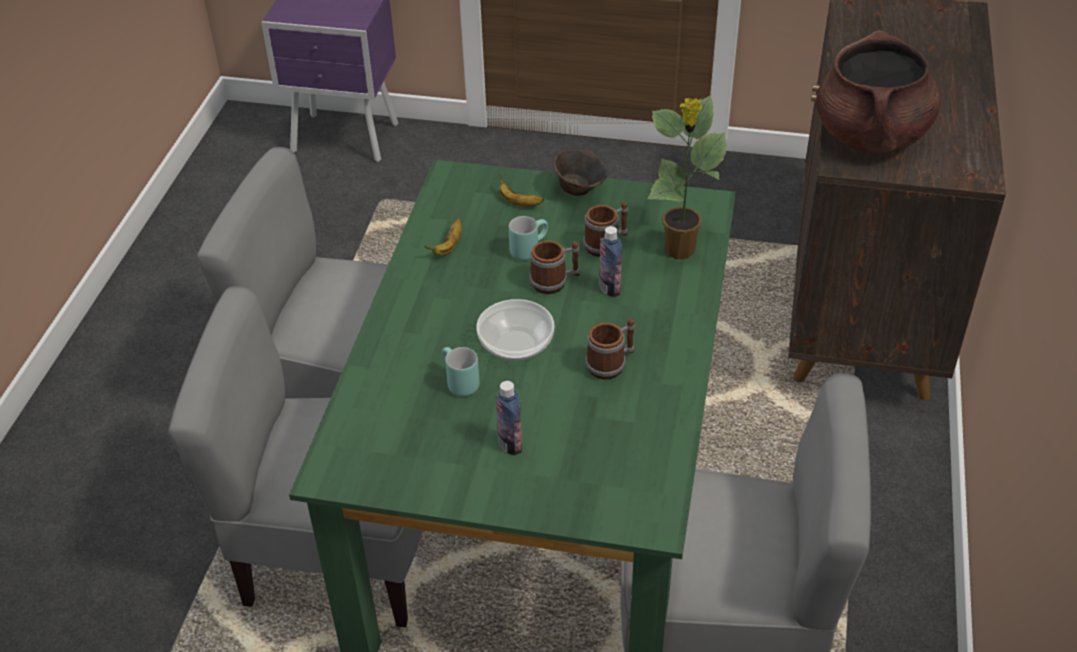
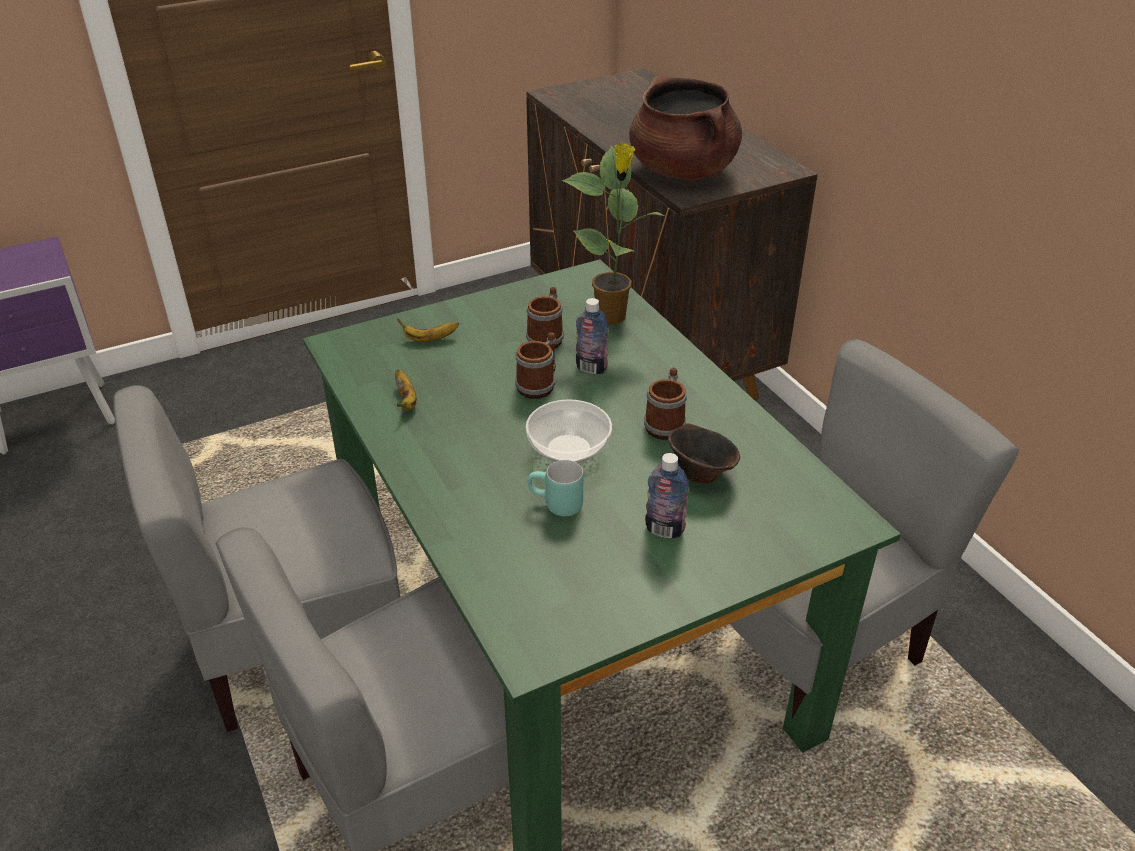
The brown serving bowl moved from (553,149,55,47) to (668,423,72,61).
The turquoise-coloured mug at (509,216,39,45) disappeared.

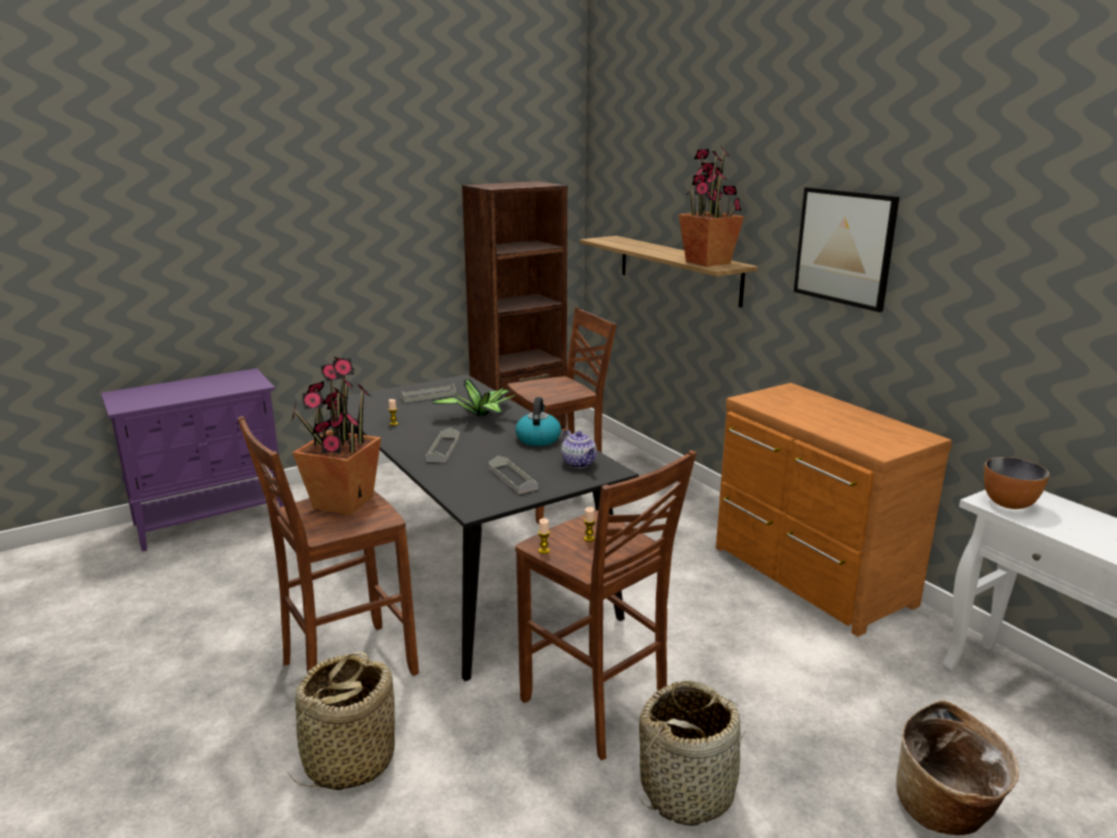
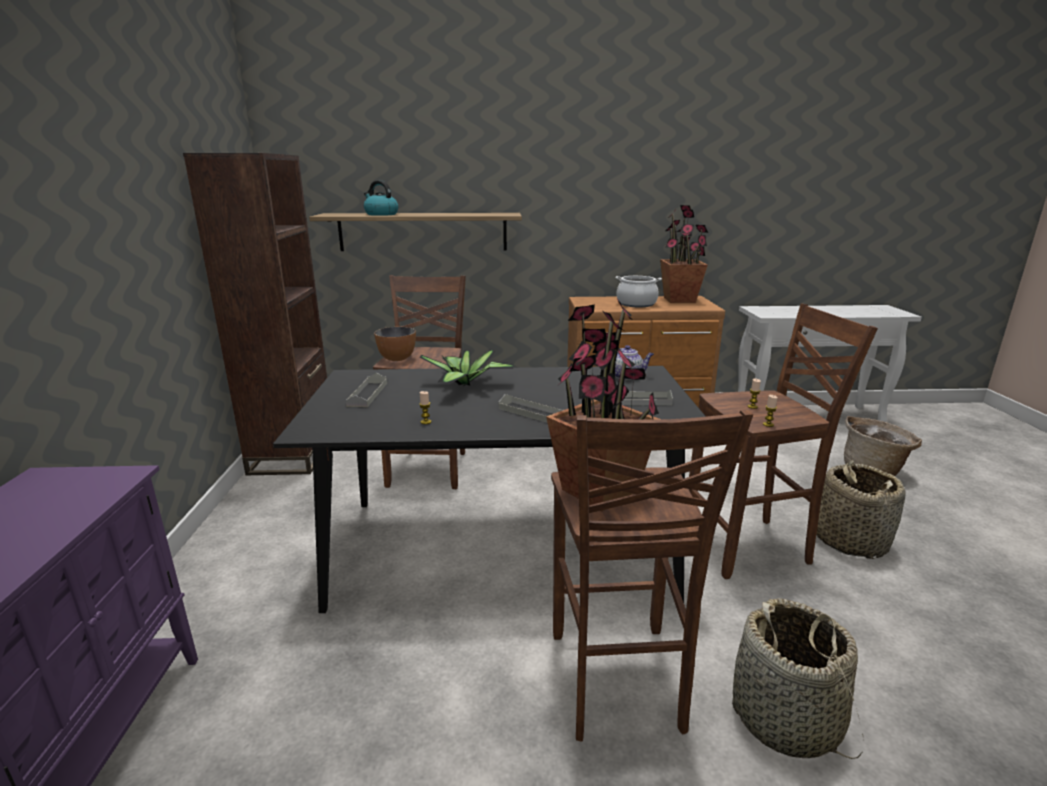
The potted plant moved from (679,146,65,121) to (660,205,48,98).
The wall picture at (794,187,105,125) disappeared.
The tea kettle moved from (515,397,46,49) to (364,180,34,36).
The serving bowl moved from (984,457,65,52) to (374,327,42,34).
The saucepot at (615,276,47,31) appeared.

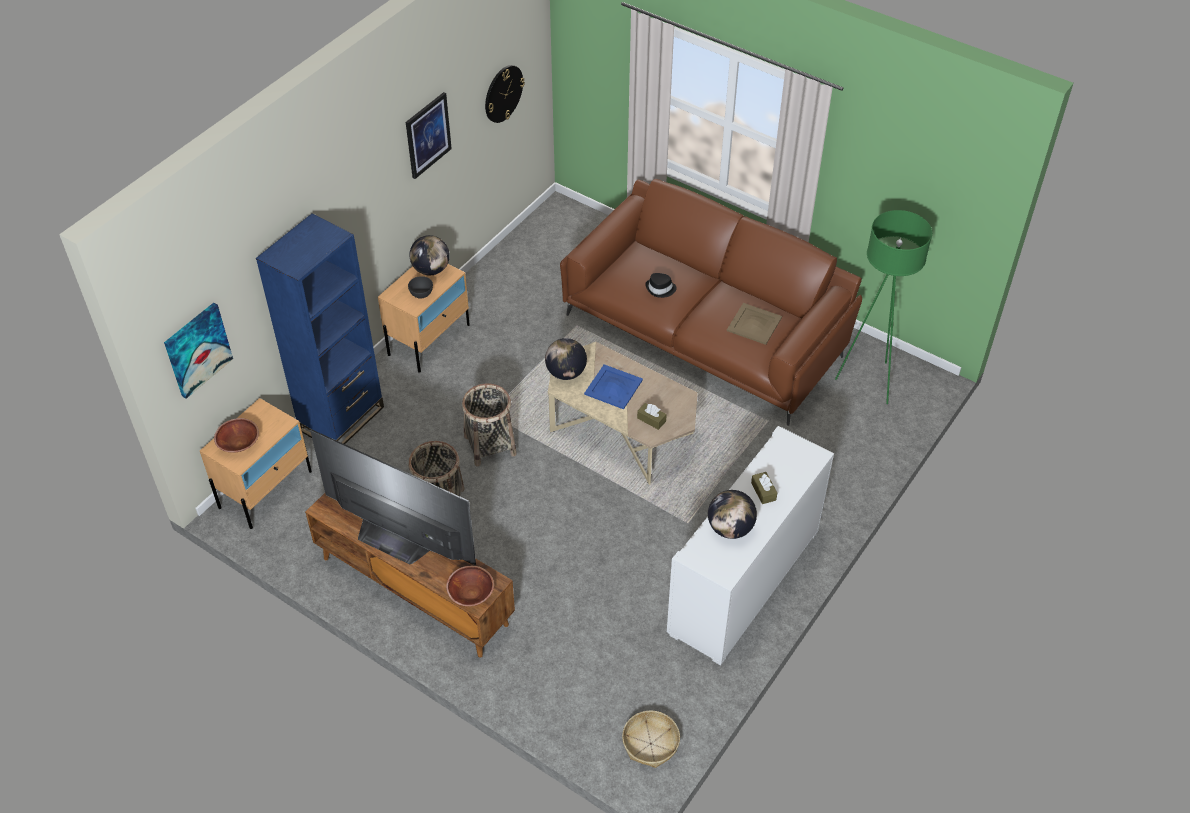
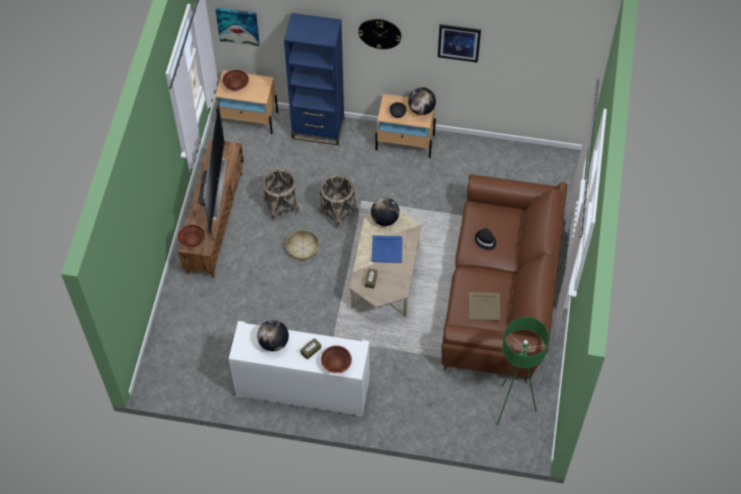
The wall clock moved from (485,65,40,58) to (358,19,43,31).
The household basket moved from (622,711,58,57) to (286,230,33,32).
The brown serving bowl at (321,345,31,29) appeared.

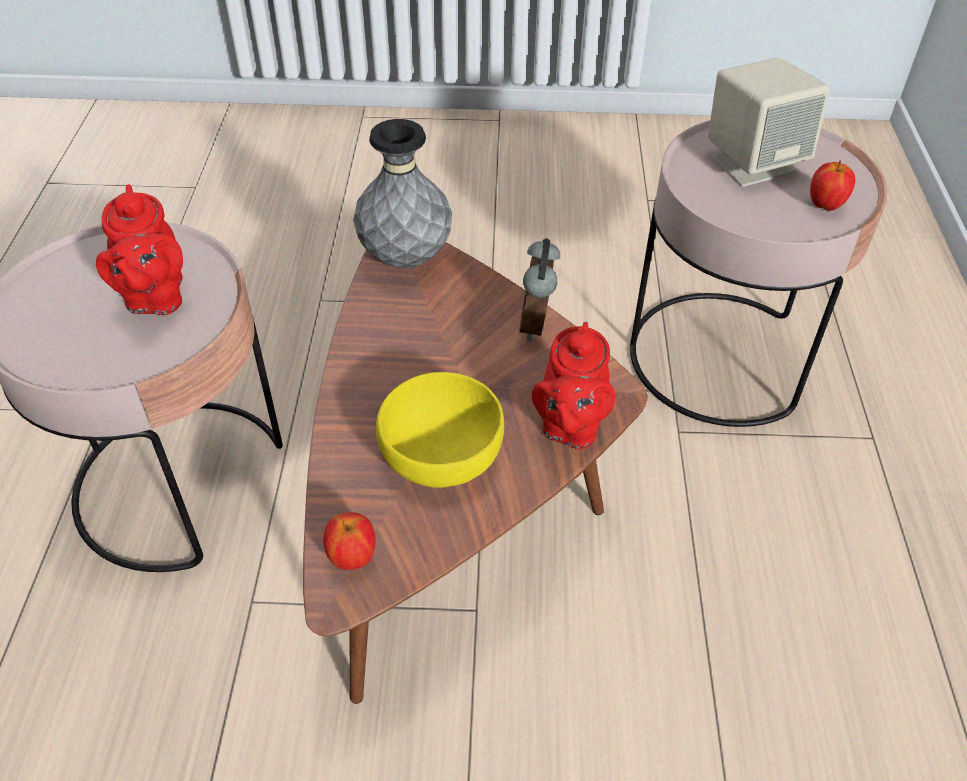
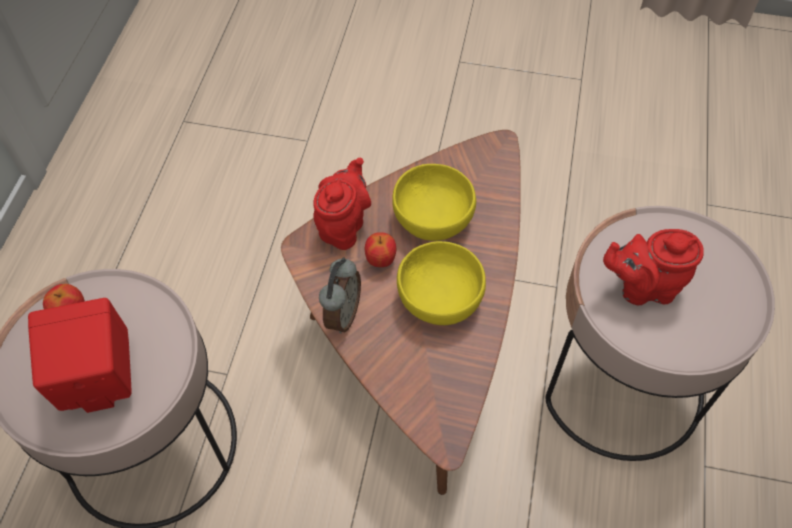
The beige-coloured audio speaker at (708,57,122,130) became the red audio speaker at (28,298,104,115).
The greyish vase at (353,119,99,149) disappeared.
The red teapot at (96,184,87,131) turned 90 degrees counterclockwise.
The apple moved from (323,512,53,58) to (365,232,31,35).
The yellowish serving bowl at (397,241,89,84) appeared.

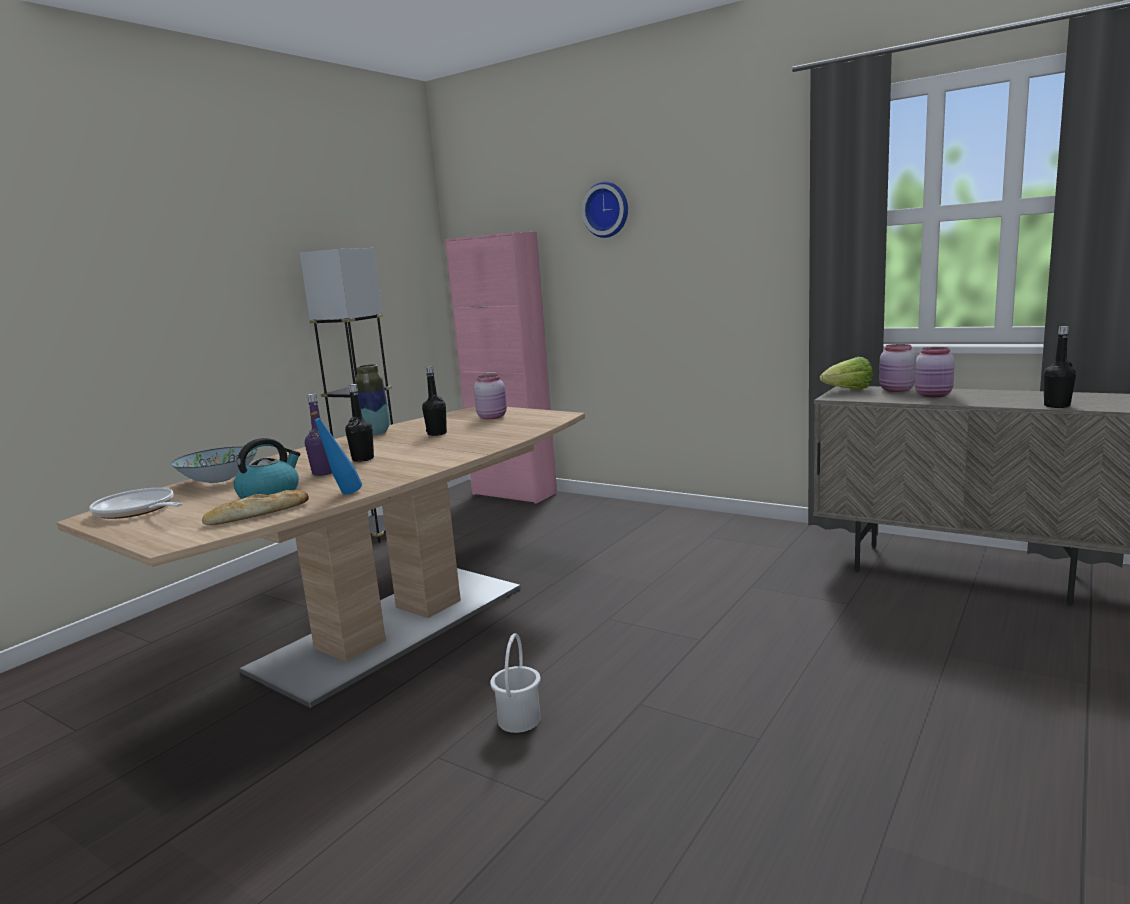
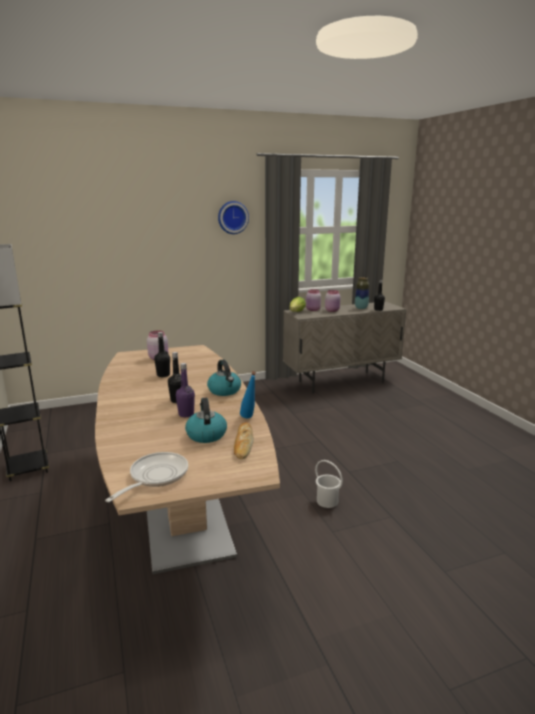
The wall clock moved from (582,182,46,56) to (218,201,31,33).
The pink storage cabinet at (445,232,112,272) disappeared.
The vase moved from (355,364,35,71) to (355,277,14,32).
The serving bowl at (171,446,86,37) disappeared.
The pan at (89,488,94,31) turned 135 degrees clockwise.
The tea kettle at (207,360,34,36) appeared.

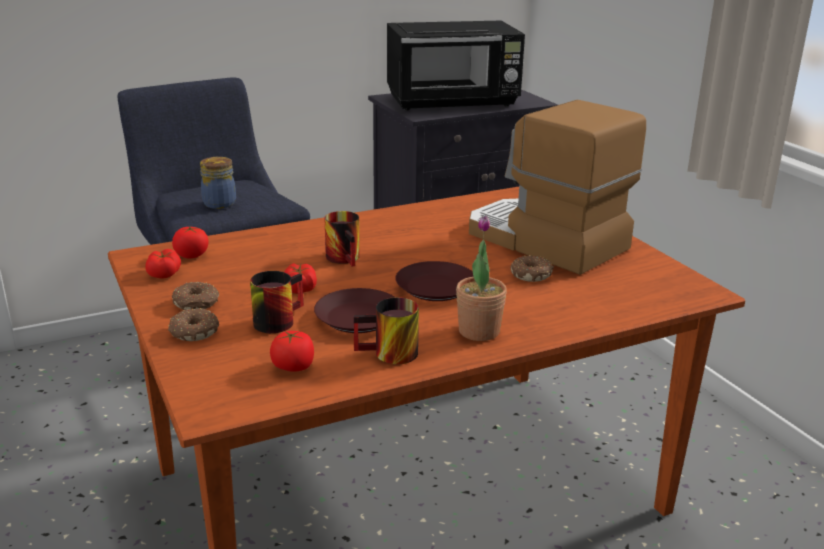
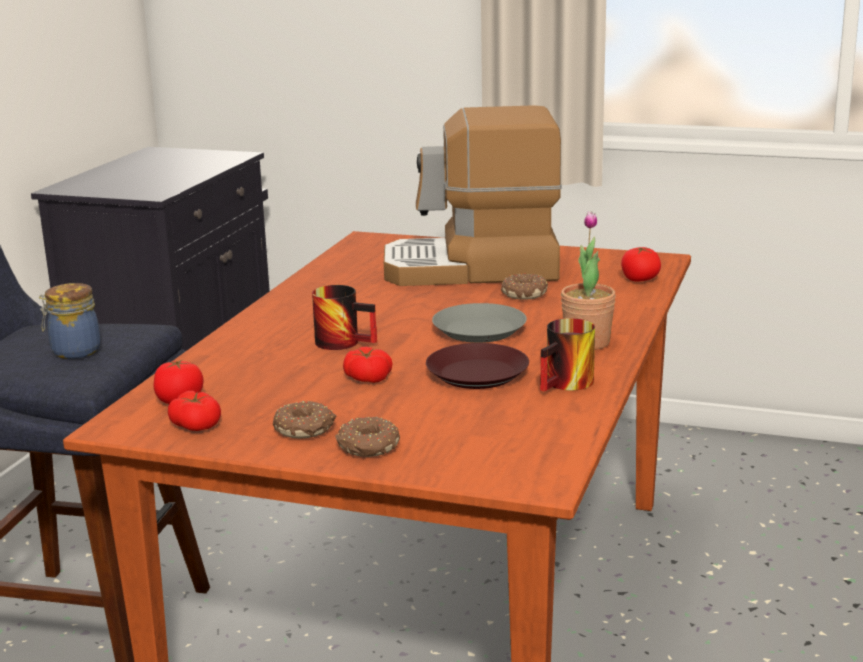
The blackish kitchen microwave at (387,21,138,89) disappeared.
The brown plate at (395,261,78,40) became the greyish plate at (432,303,95,40).
The mug at (250,271,54,62) disappeared.
The whole tomato moved from (270,331,44,41) to (621,247,40,35).

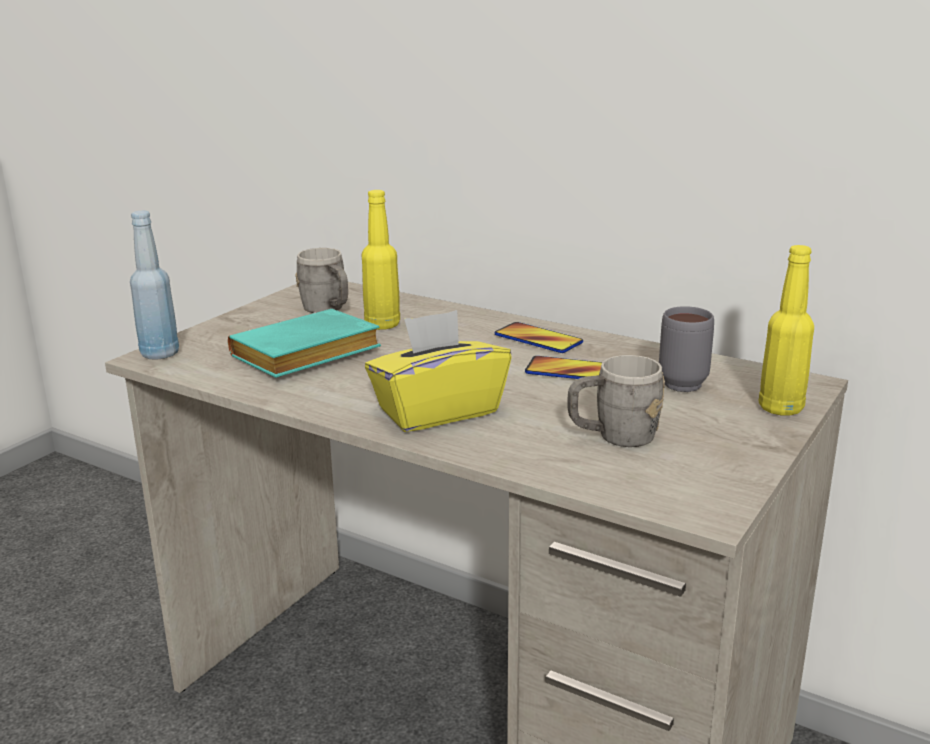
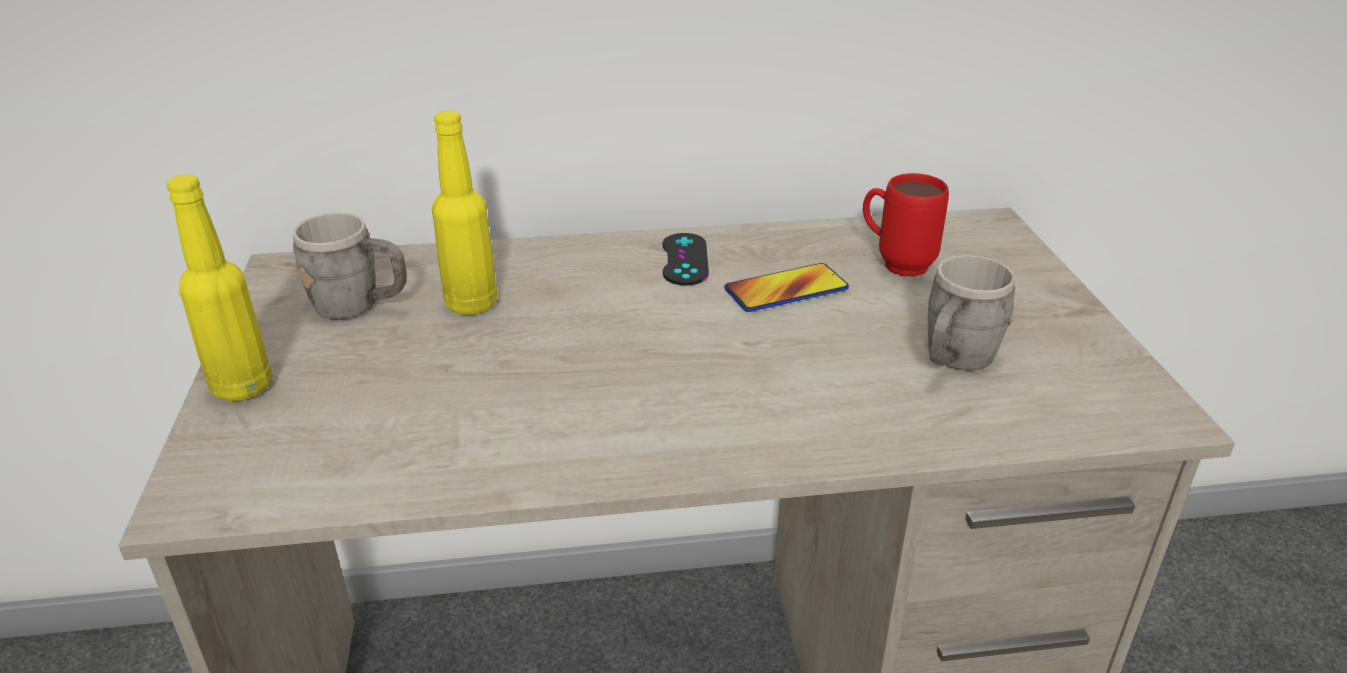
The blue drink bottle at (130,211,49,149) disappeared.
The yellowish drink bottle moved from (759,245,55,170) to (167,175,105,226).
The greyish mug at (659,306,55,86) became the red mug at (863,173,86,104).
The turquoise-coloured bound book at (228,309,153,69) disappeared.
The yellowish box of tissues at (365,310,147,122) disappeared.
The phone at (495,322,88,31) was replaced by the blackish joypad at (662,233,47,53).

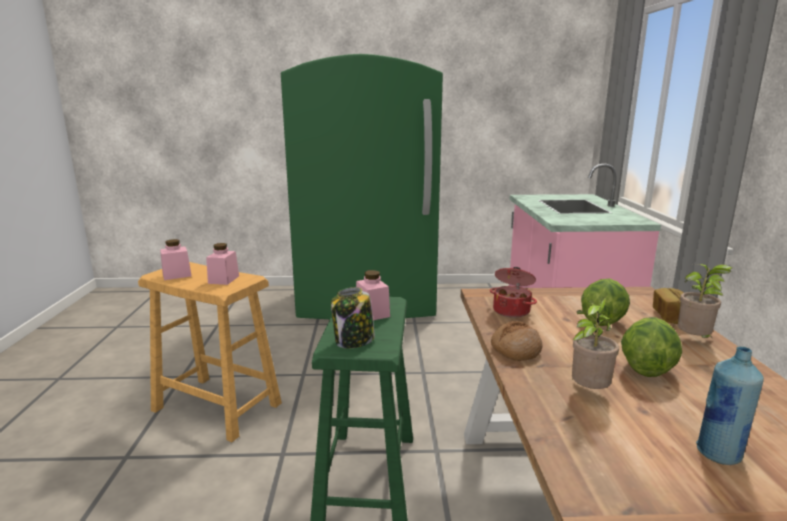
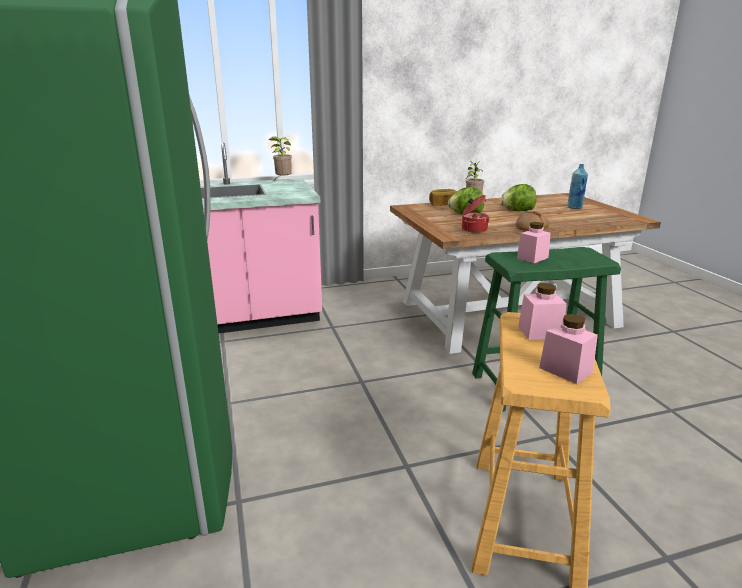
The preserve jar at (331,287,44,61) disappeared.
The potted plant moved from (572,297,47,92) to (268,136,24,44).

